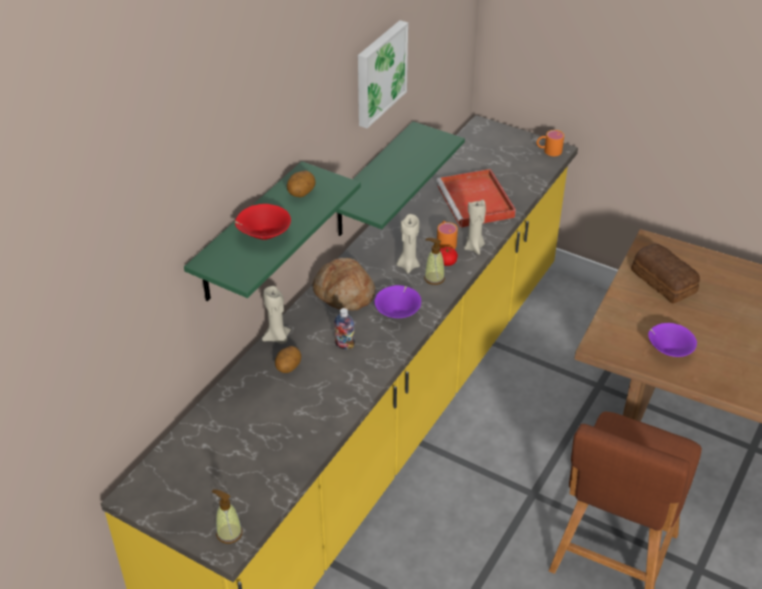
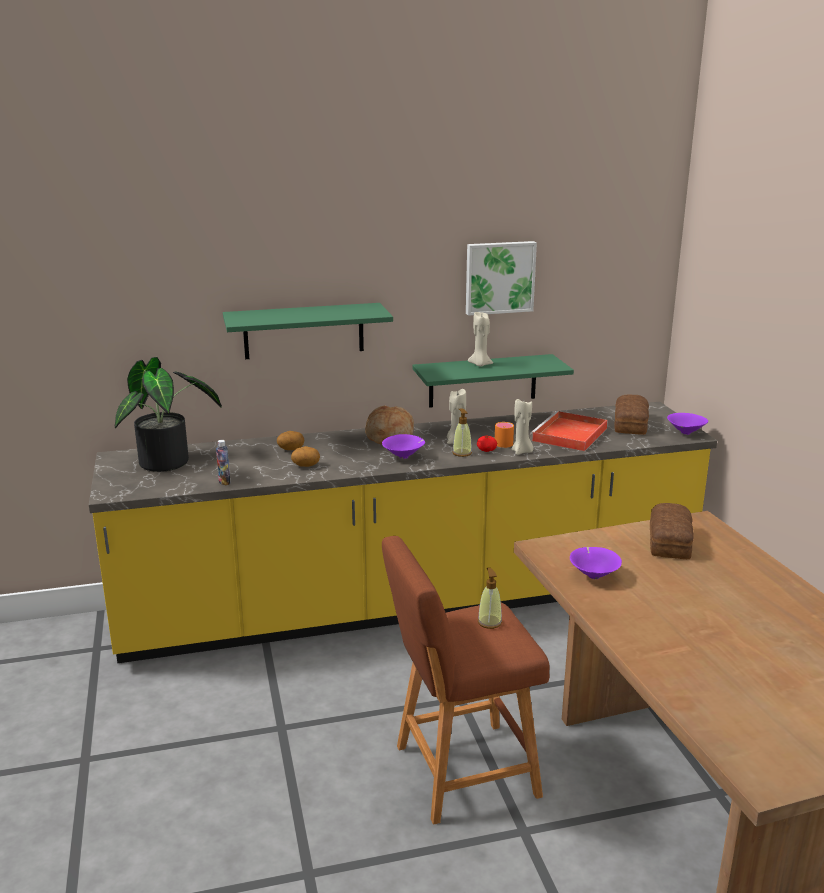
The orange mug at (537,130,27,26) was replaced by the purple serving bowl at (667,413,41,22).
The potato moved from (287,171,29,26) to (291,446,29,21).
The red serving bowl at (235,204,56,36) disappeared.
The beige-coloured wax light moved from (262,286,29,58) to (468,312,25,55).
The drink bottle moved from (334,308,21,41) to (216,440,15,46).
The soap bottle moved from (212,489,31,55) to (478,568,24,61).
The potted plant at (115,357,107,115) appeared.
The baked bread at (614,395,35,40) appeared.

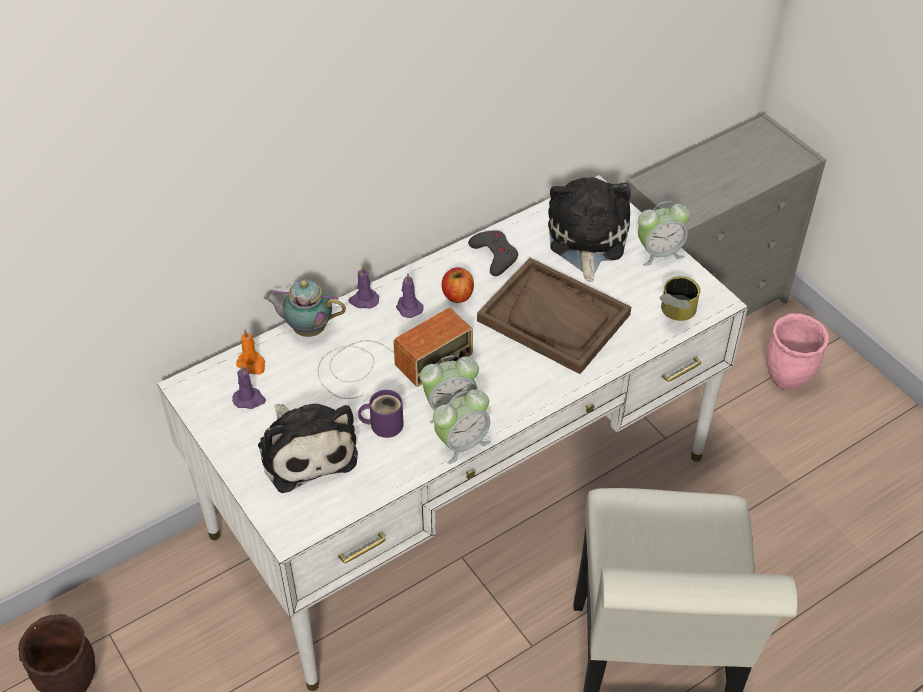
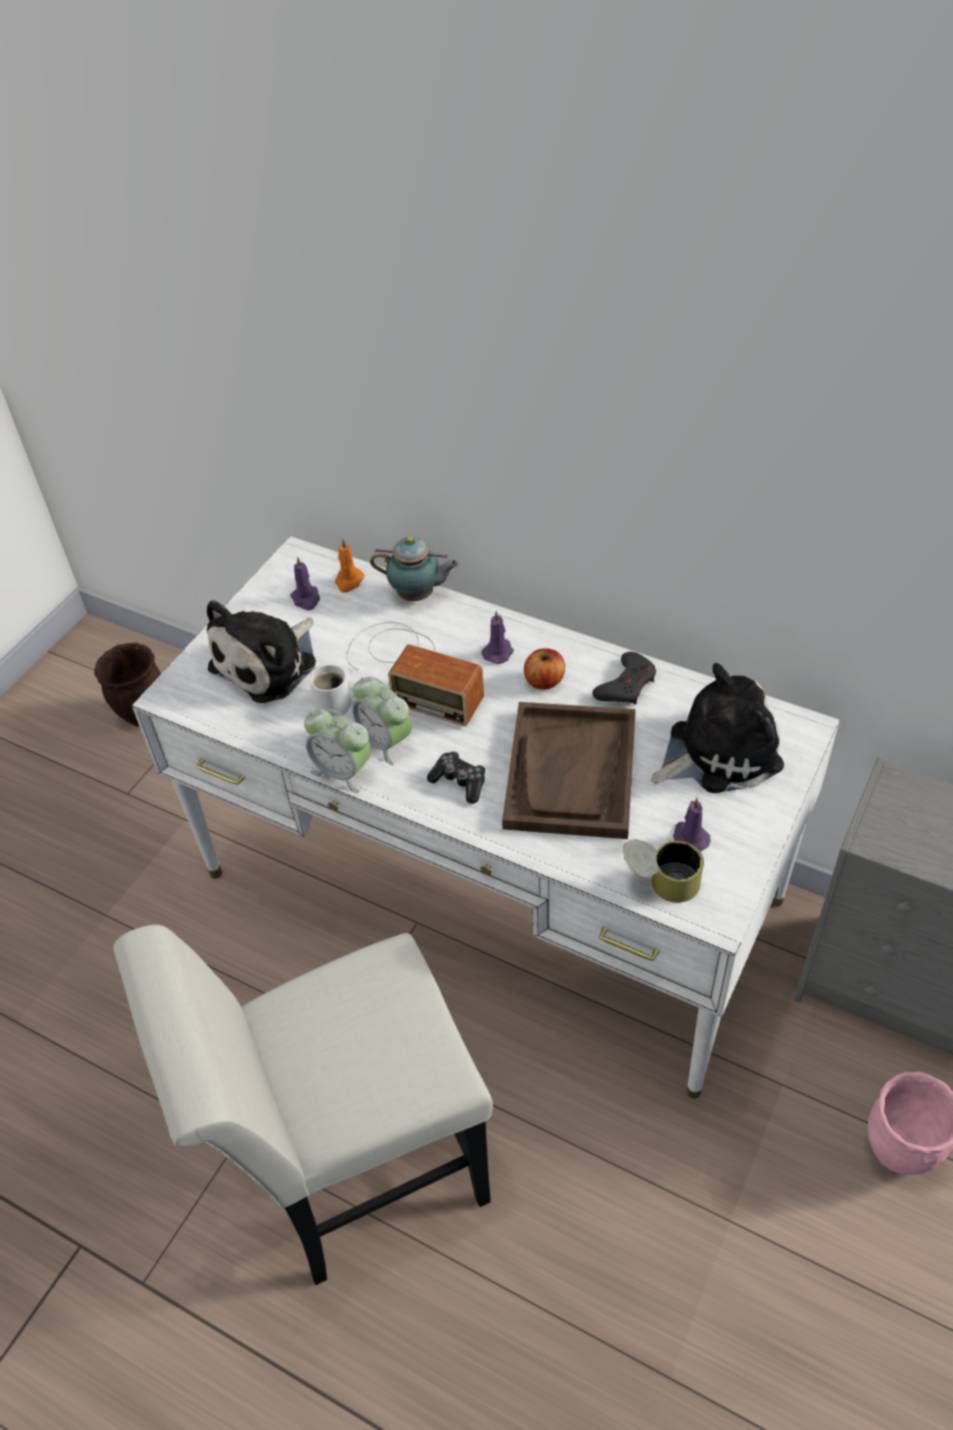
The bedside clock at (638,201,52,65) disappeared.
The purple wax light moved from (348,265,31,43) to (673,798,37,53).
The teapot at (264,280,82,57) turned 120 degrees clockwise.
The purple mug at (358,390,46,48) became the whitish mug at (310,664,41,53).
The joypad at (427,751,58,53) appeared.

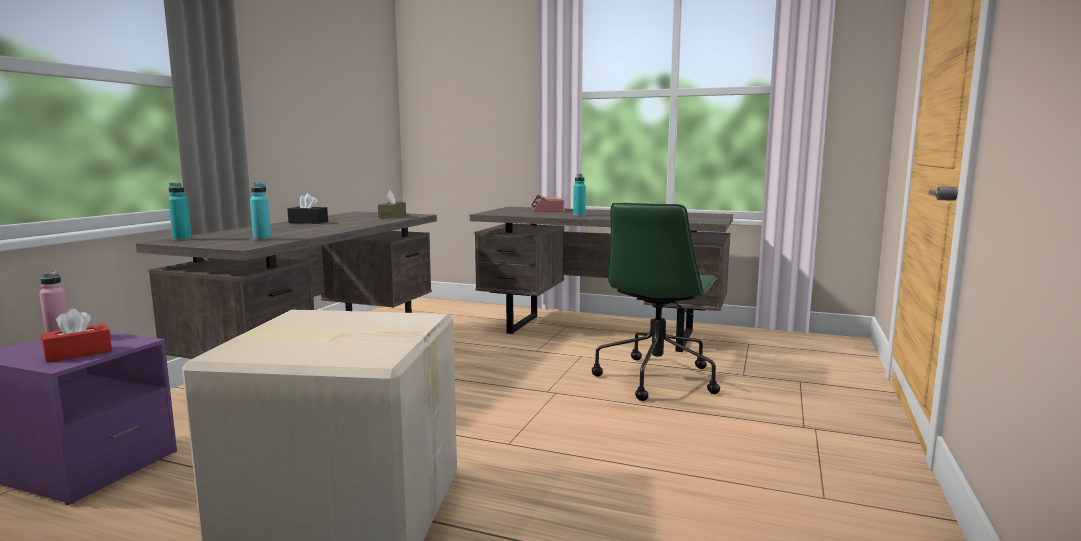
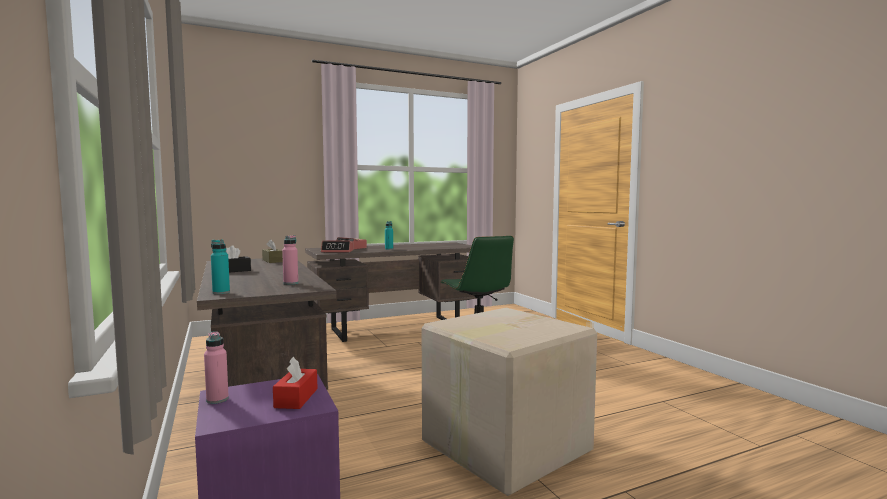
The turquoise-coloured drink bottle at (250,183,21,57) became the pink drink bottle at (282,235,16,50).
The bedside clock at (321,240,32,13) appeared.

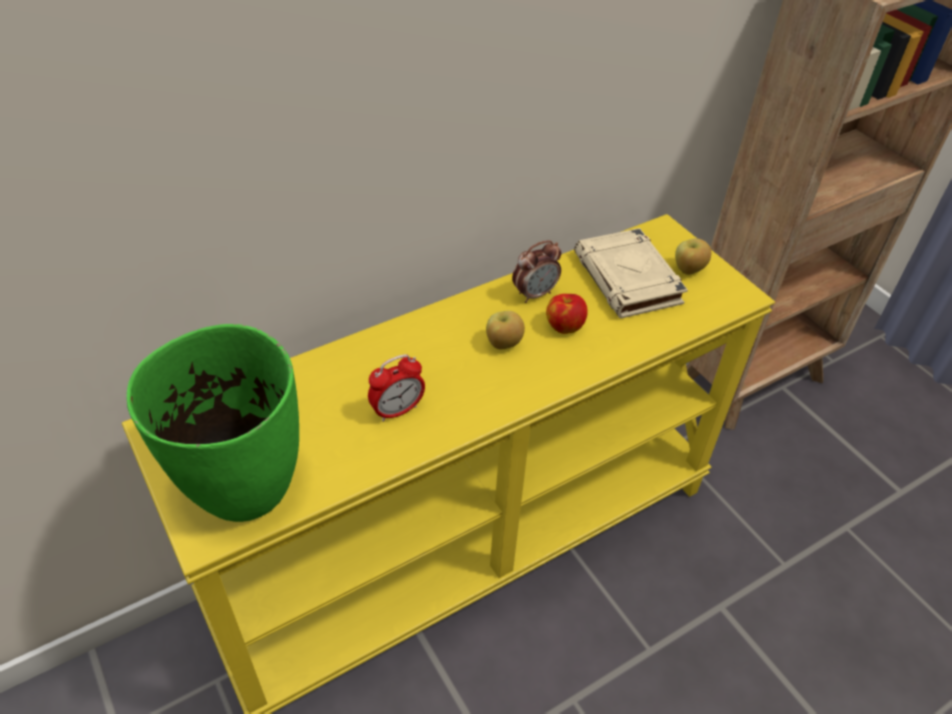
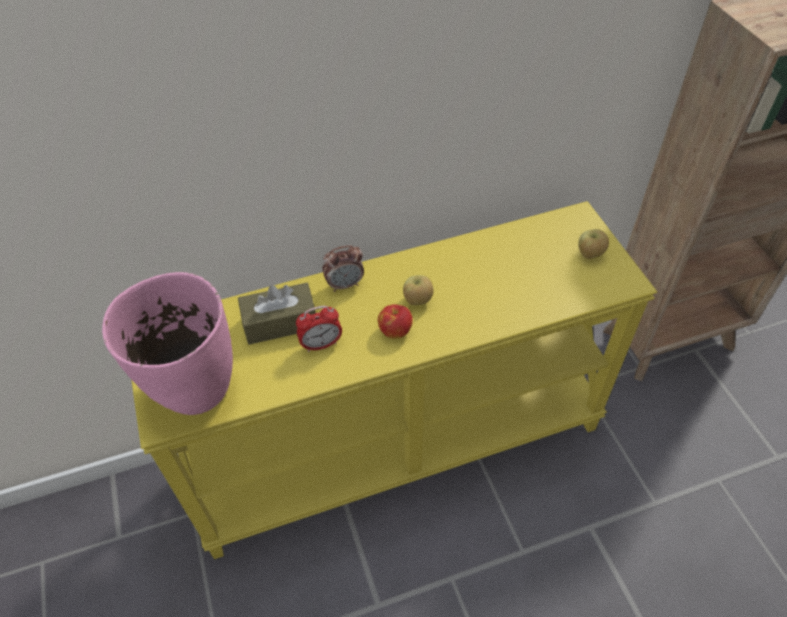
The beige-coloured bound book at (574,228,114,91) disappeared.
The bedside clock moved from (512,240,49,63) to (322,245,42,47).
The apple moved from (546,294,42,40) to (378,304,35,34).
The greenish vase at (127,324,172,198) became the pink vase at (102,272,131,143).
The brown box of tissues at (238,283,78,62) appeared.

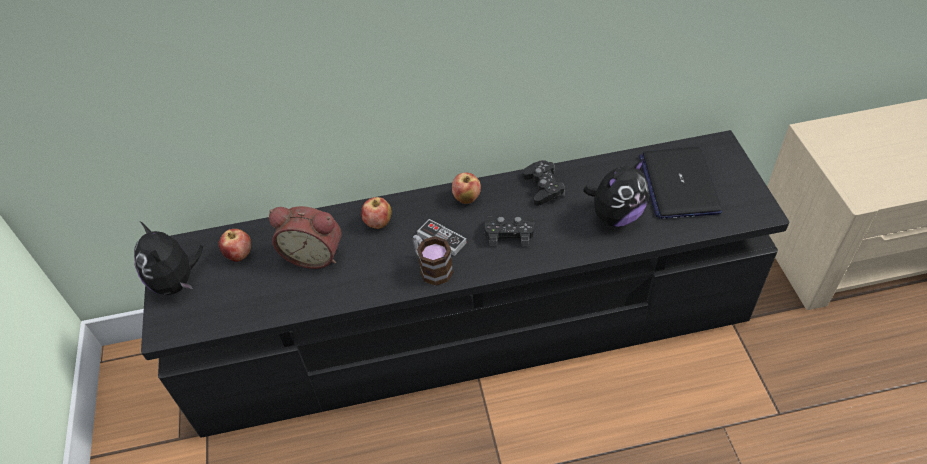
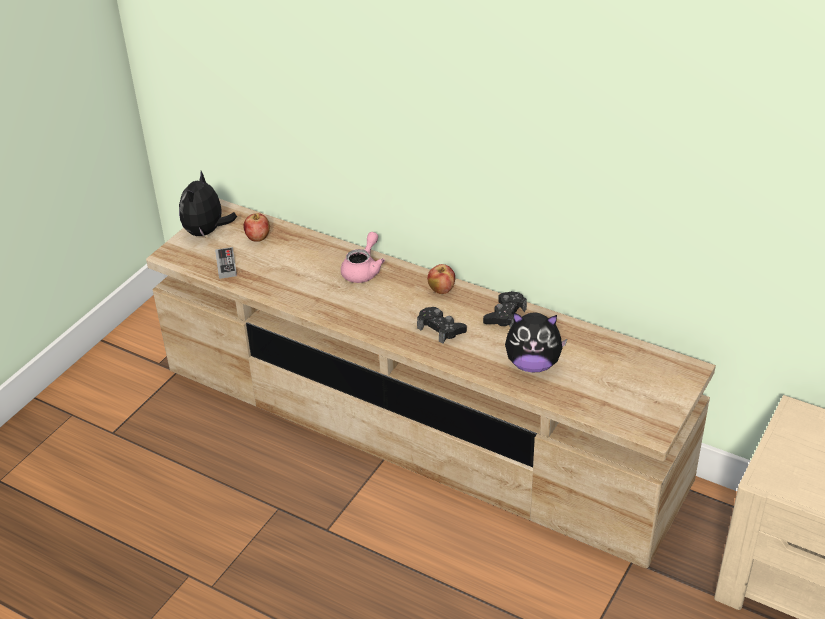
The blackish media console at (141,130,648,308) became the beige-coloured media console at (146,199,570,369).
The portable computer at (639,147,83,72) disappeared.
The apple at (361,197,31,32) was replaced by the pink teapot at (341,232,44,51).
The bedside clock at (269,206,73,63) disappeared.
The joypad moved from (417,219,50,37) to (215,247,22,32).
The mug at (412,235,41,51) disappeared.

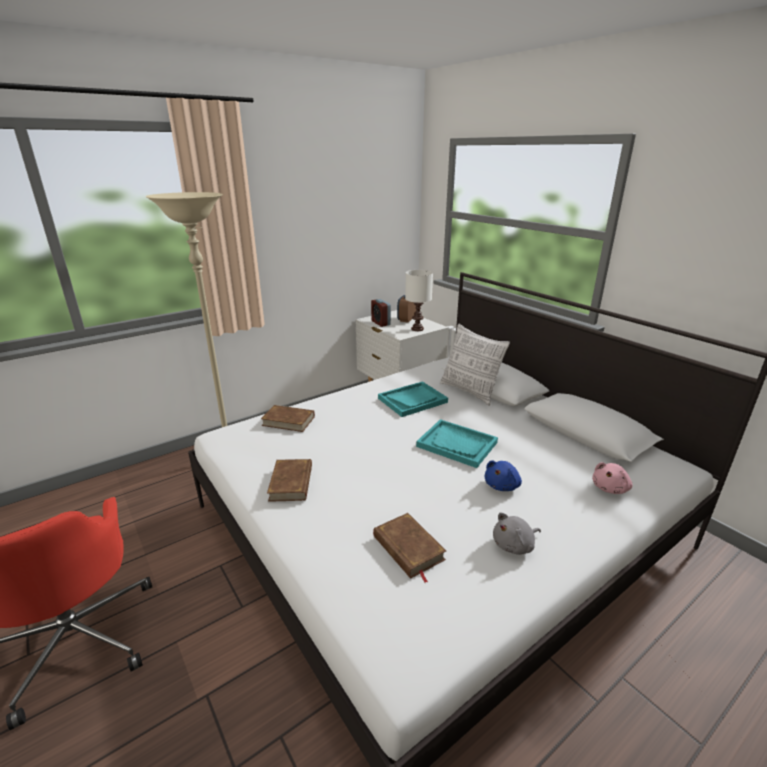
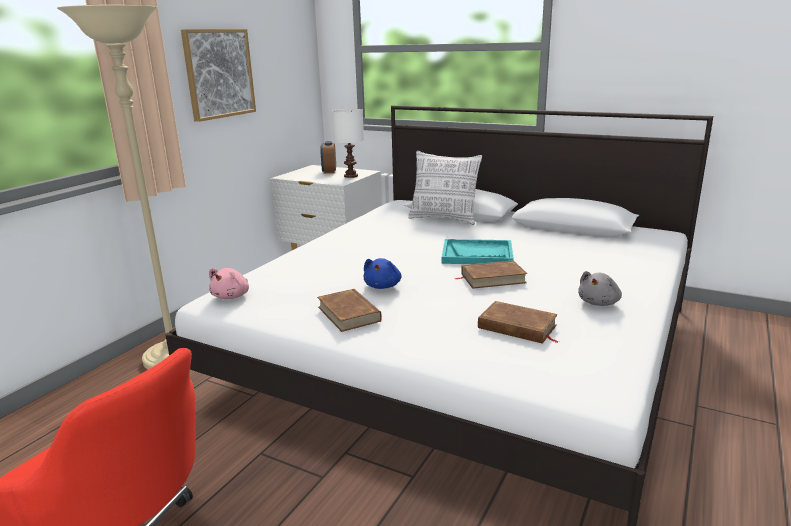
The bedside clock at (371,299,20,28) disappeared.
The turquoise-coloured carrying tray at (378,381,70,36) disappeared.
The brown bound book moved from (261,405,54,27) to (455,260,72,29).
The blue plush toy moved from (484,460,38,31) to (364,258,38,31).
The pink plush toy moved from (592,462,40,32) to (209,268,40,31).
The wall picture at (181,29,75,93) appeared.

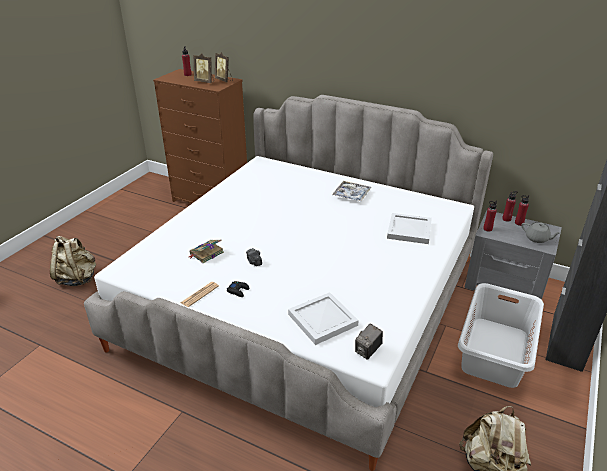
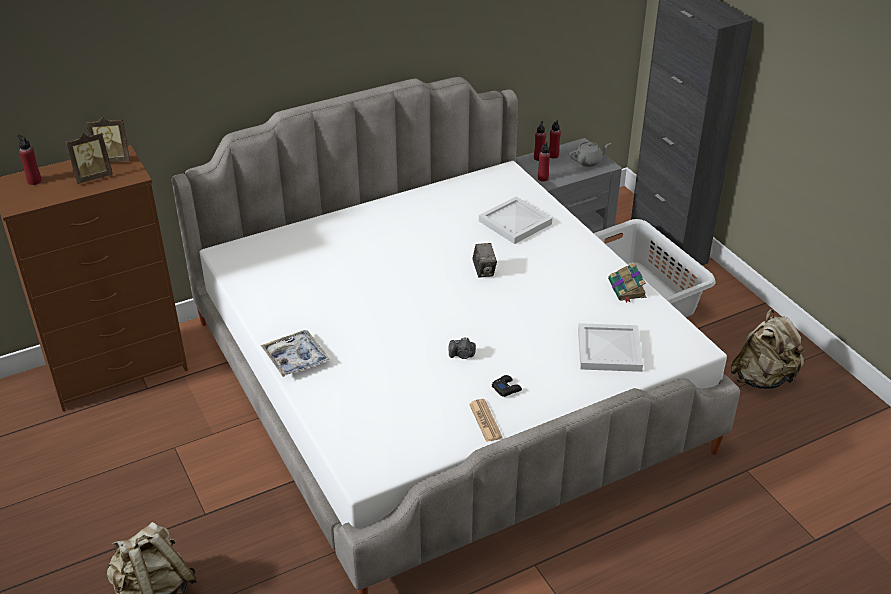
The carrying tray moved from (332,181,39,20) to (261,330,69,47).
The bound book moved from (189,240,35,23) to (608,262,38,41).
The photo camera moved from (355,323,28,37) to (472,243,25,34).

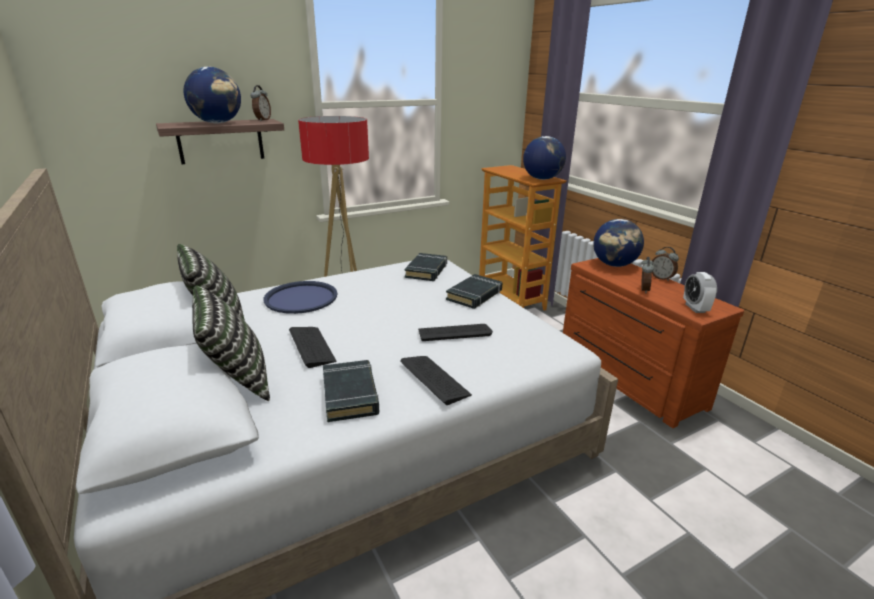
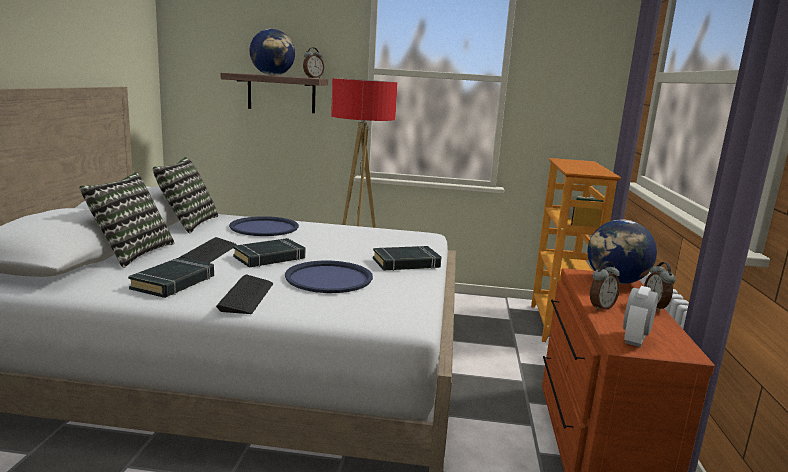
The globe at (523,136,43,44) disappeared.
The blackish bound book moved from (405,253,42,28) to (233,238,72,30).
The computer keyboard at (418,324,75,17) was replaced by the blue carrying tray at (285,261,88,32).

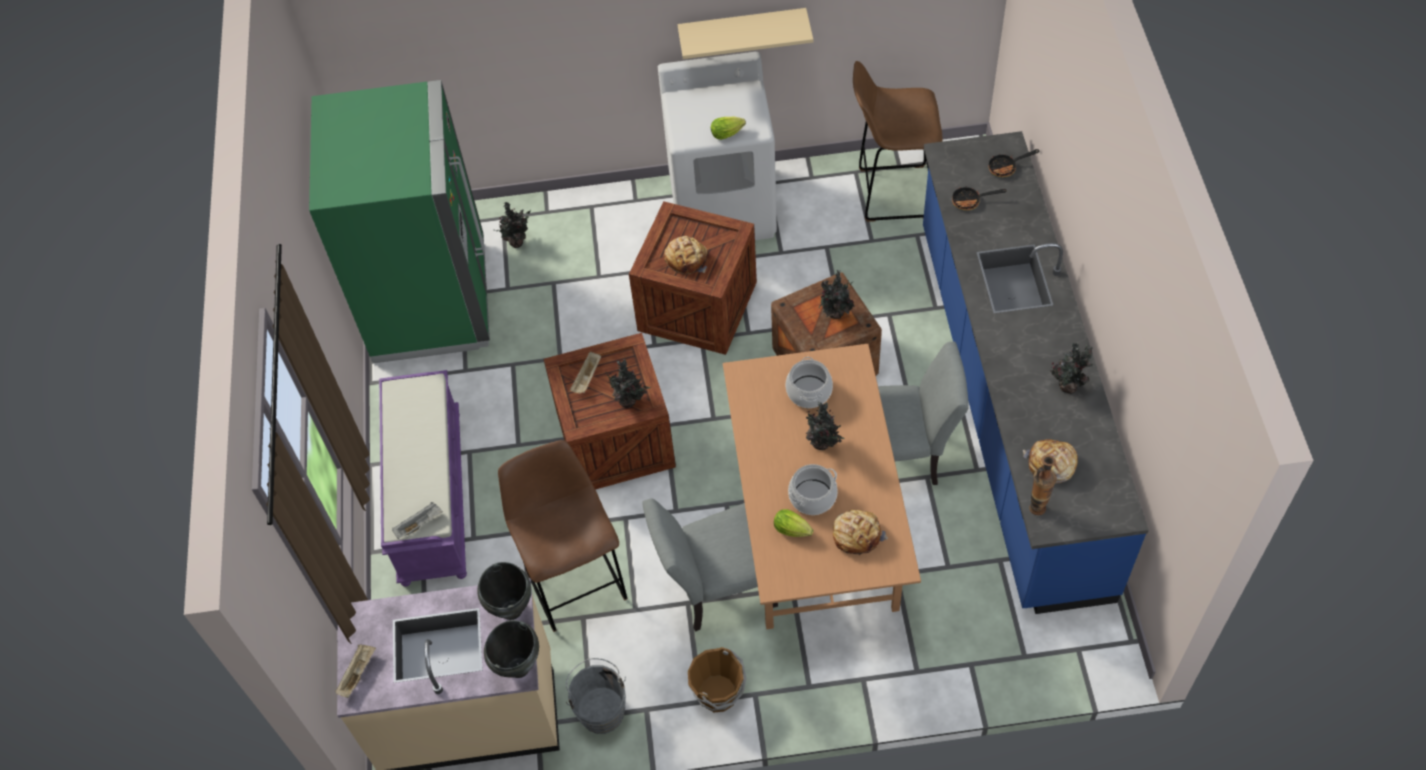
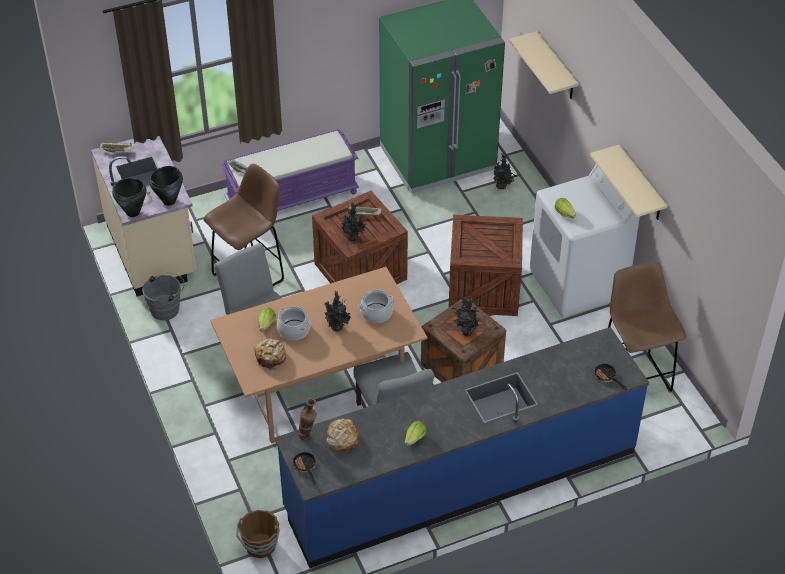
The pan moved from (952,185,55,26) to (292,452,24,32).
The baked bread at (664,236,43,38) disappeared.
The potted plant at (1049,343,44,51) was replaced by the head of lettuce at (405,421,21,25).
The brown water bucket moved from (688,647,58,65) to (236,510,44,48).
The beige-coloured bracket shelf at (509,31,70,68) appeared.

